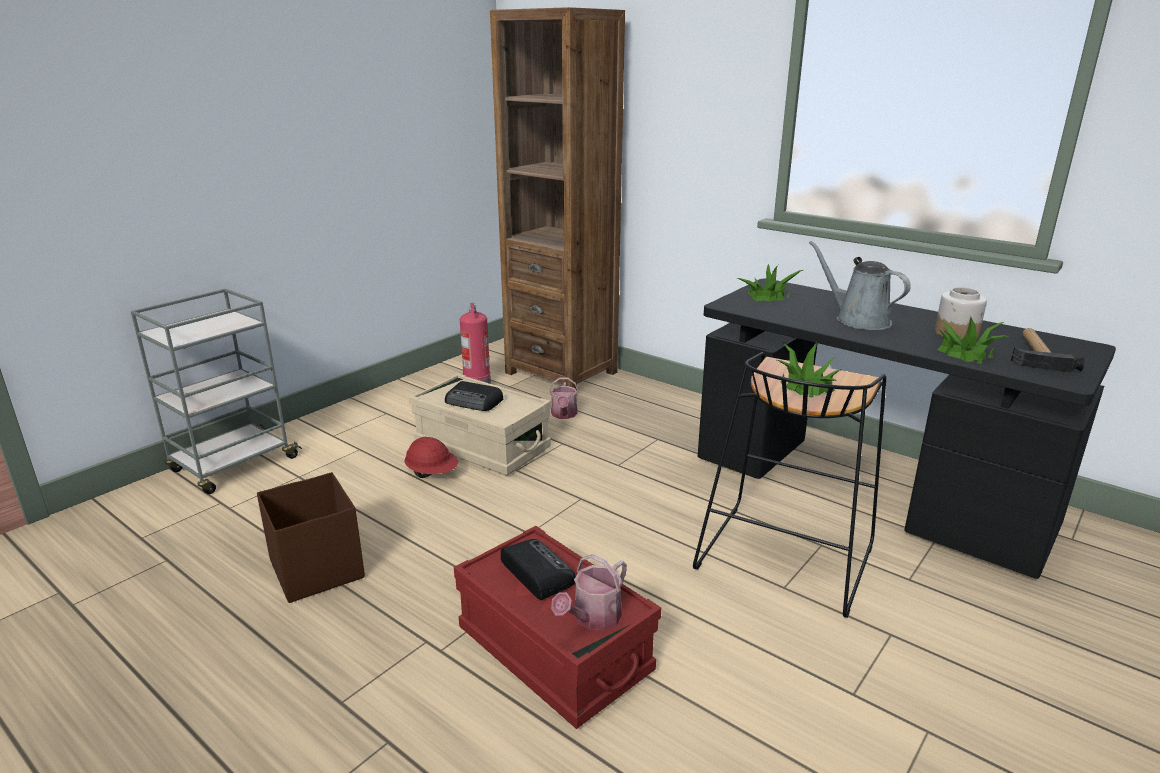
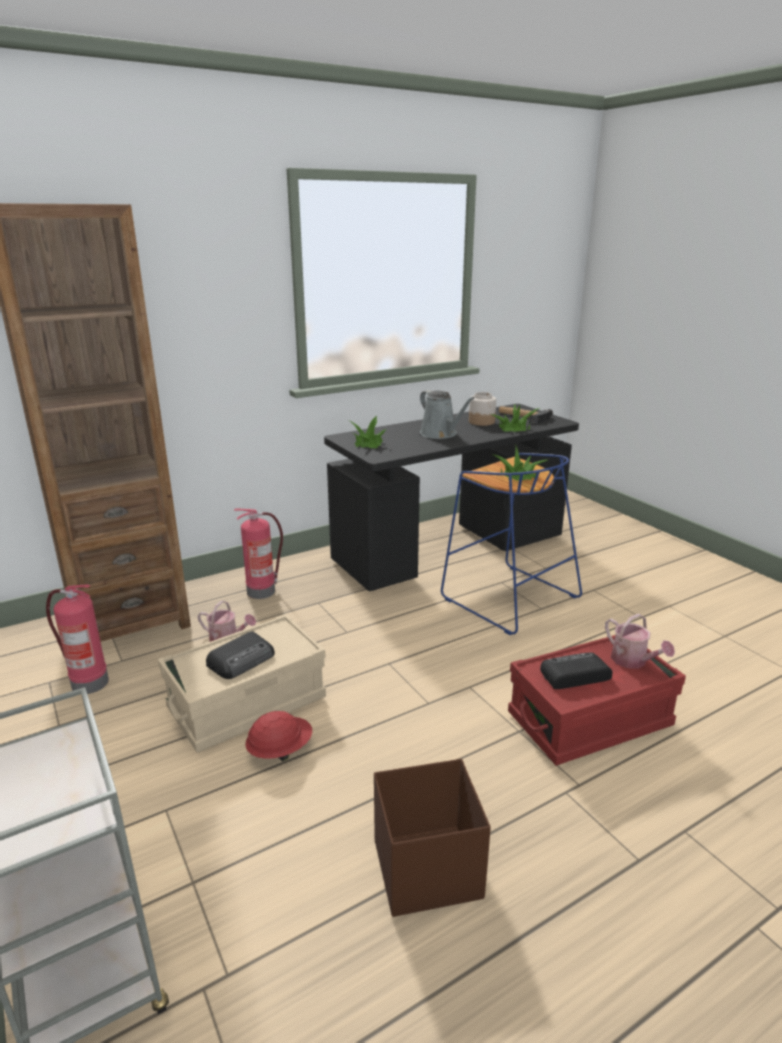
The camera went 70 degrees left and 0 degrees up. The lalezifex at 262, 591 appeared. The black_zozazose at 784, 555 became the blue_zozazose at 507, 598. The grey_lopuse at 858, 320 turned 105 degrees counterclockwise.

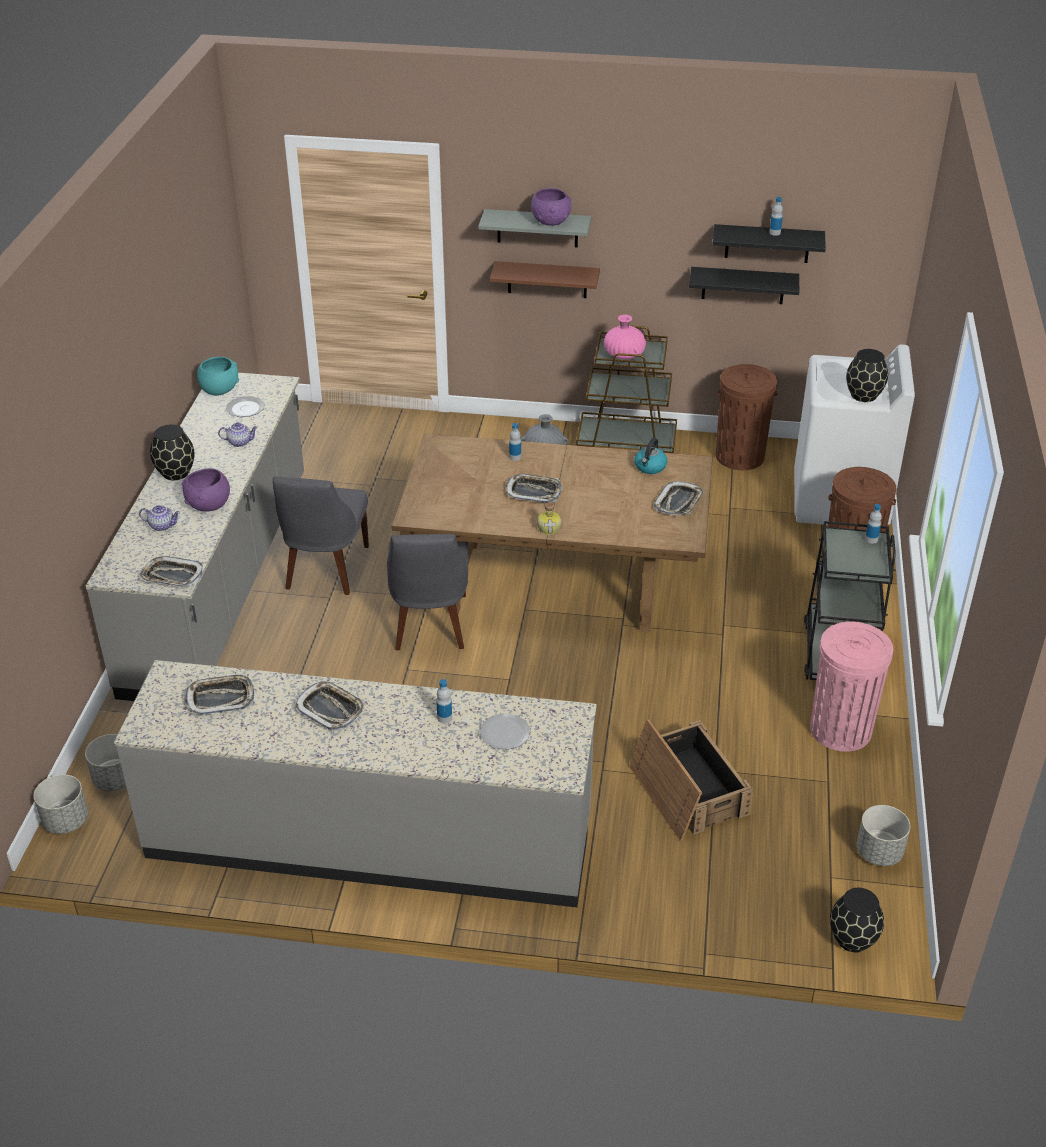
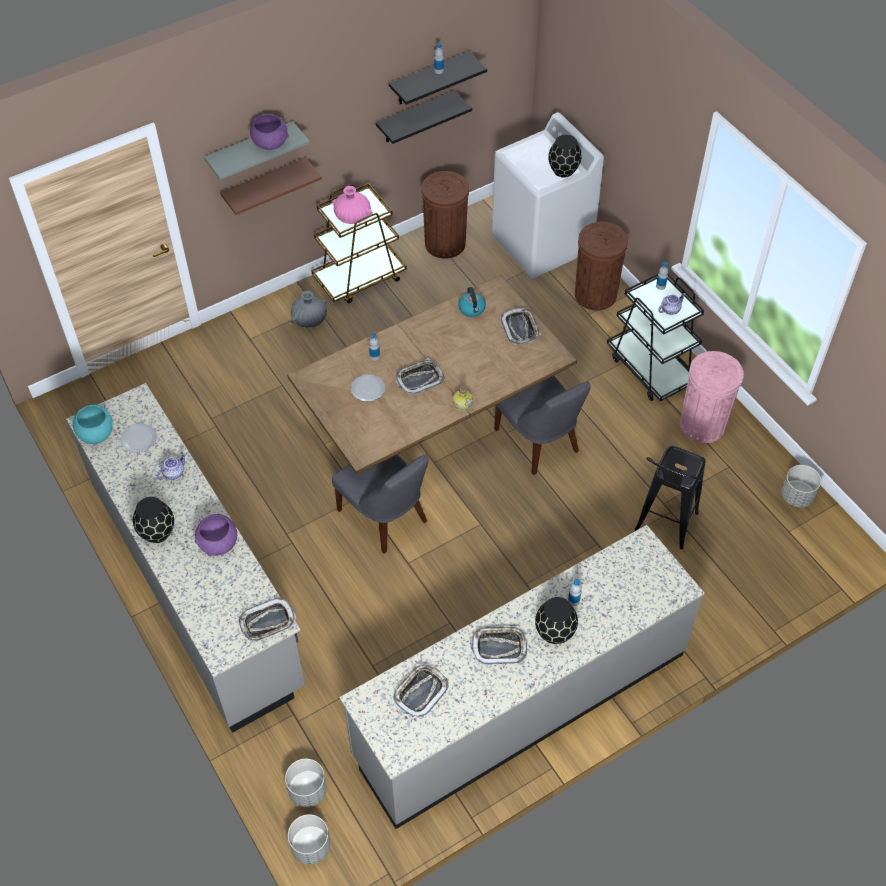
The camera went 40 degrees left and 15 degrees up. The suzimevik moved from 162, 525 to 670, 309. The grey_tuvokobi moved from 325, 570 to 539, 443. The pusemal moved from 505, 733 to 368, 389. The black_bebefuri moved from 852, 940 to 555, 633. The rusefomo at 686, 791 was replaced by the black_zozazose at 662, 530.

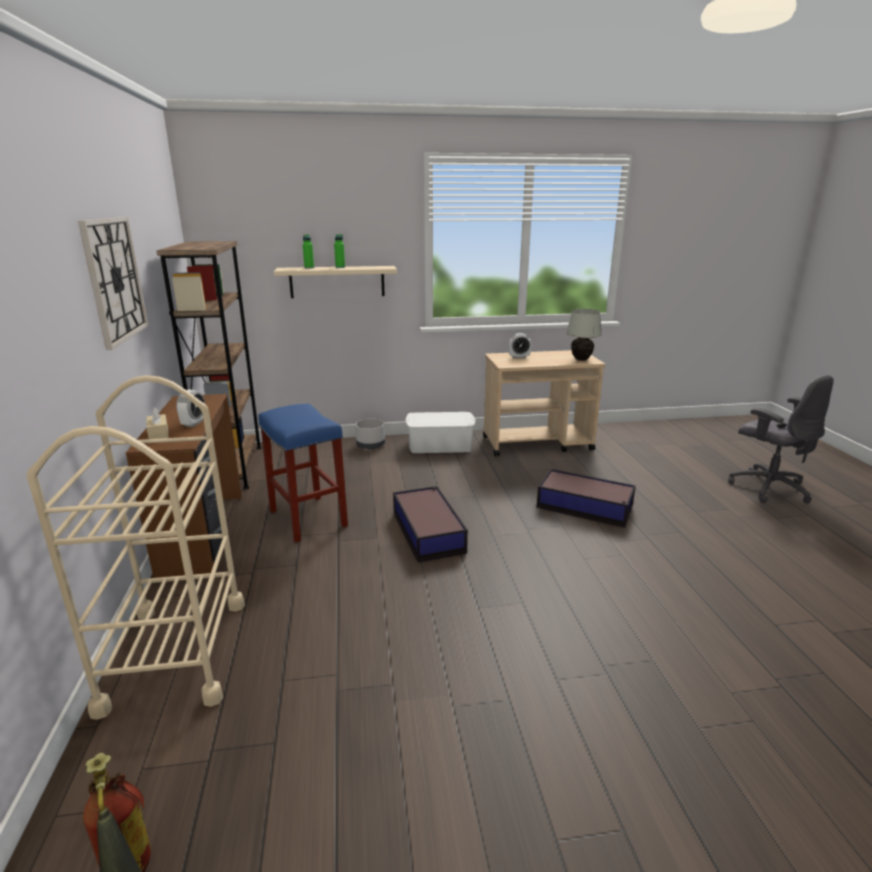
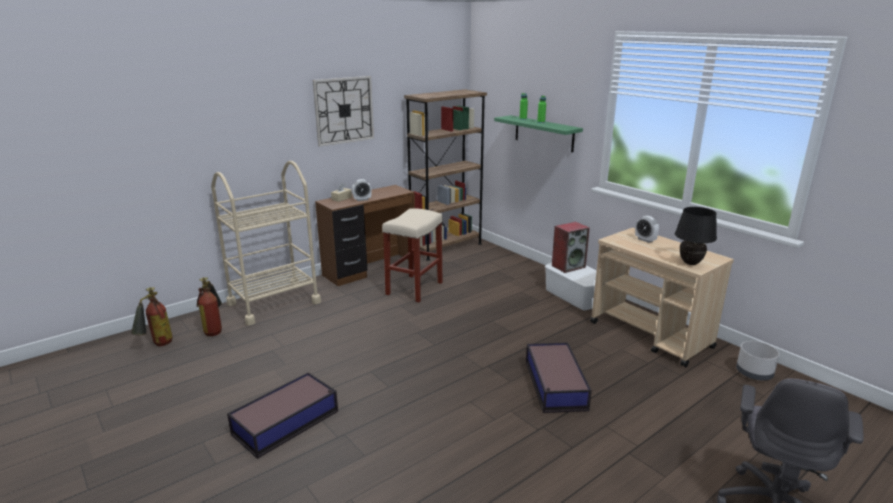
The camera went 60 degrees right and 0 degrees up. The lalezifex at 215, 329 appeared. The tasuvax at 568, 266 appeared. The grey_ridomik moved from 370, 445 to 754, 373. The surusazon moved from 428, 531 to 287, 422. The blue_zozazose at 309, 518 became the beige_zozazose at 414, 289. The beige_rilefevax at 337, 282 became the green_rilefevax at 544, 133. The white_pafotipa at 581, 360 became the black_pafotipa at 690, 263.

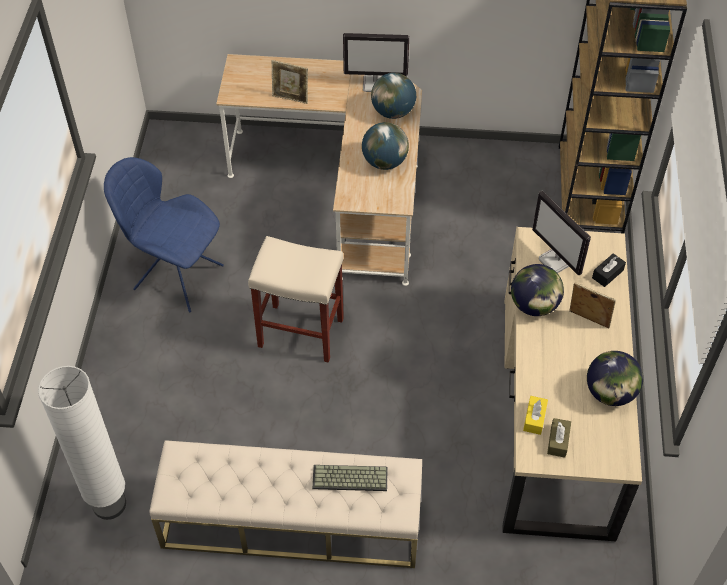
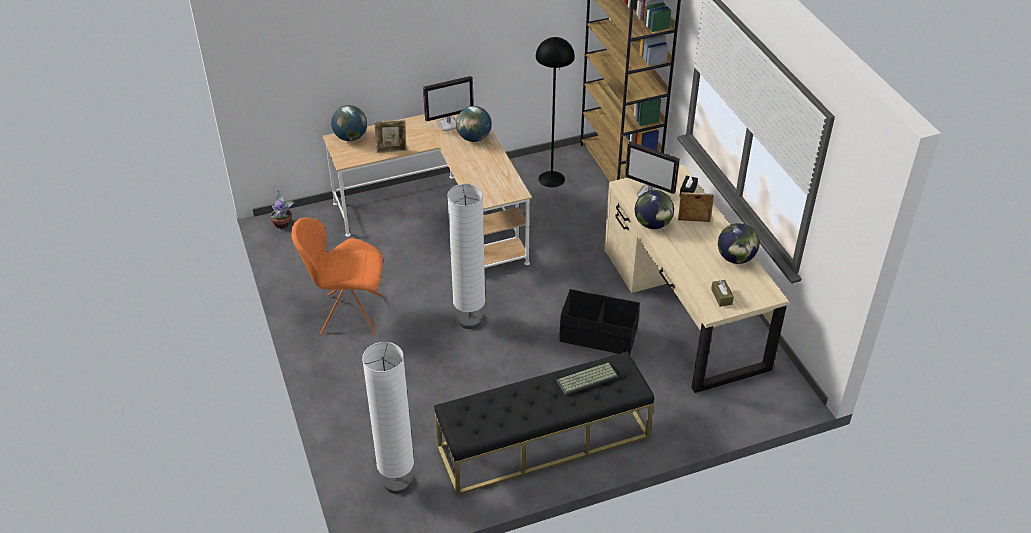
The camera went 25 degrees left and 10 degrees down. The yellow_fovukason at 534, 418 disappeared. The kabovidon at 283, 224 appeared. The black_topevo at 551, 179 appeared. The black_surusazon at 598, 336 appeared. The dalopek moved from 384, 162 to 350, 137. The beige_zozazose at 299, 333 was replaced by the white_topevo at 469, 320. The blue_tuvokobi at 175, 276 became the orange_tuvokobi at 348, 314. The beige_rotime at 291, 522 became the black_rotime at 543, 442.

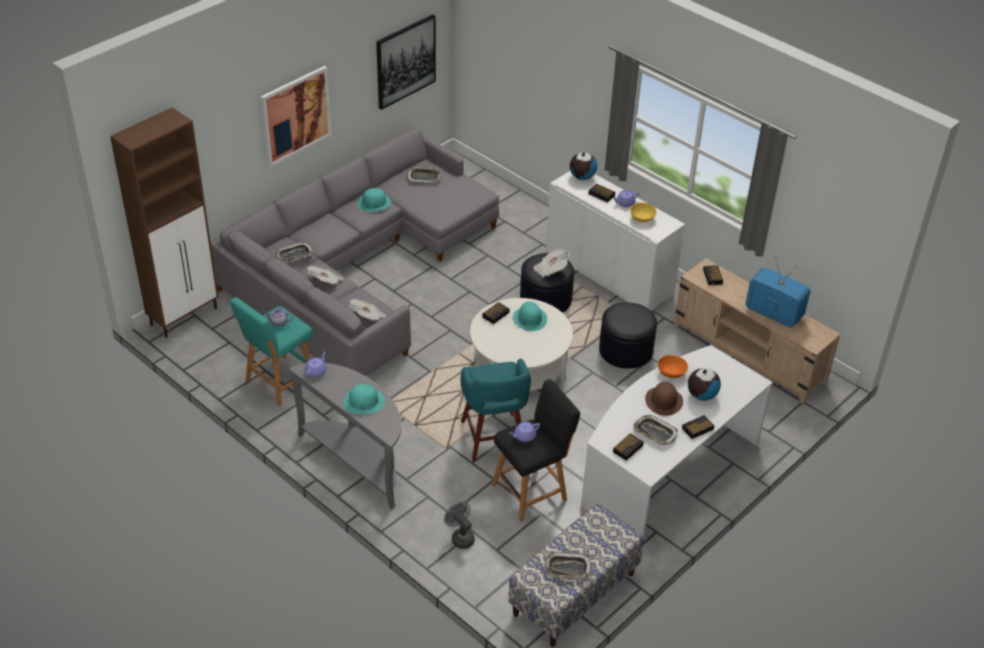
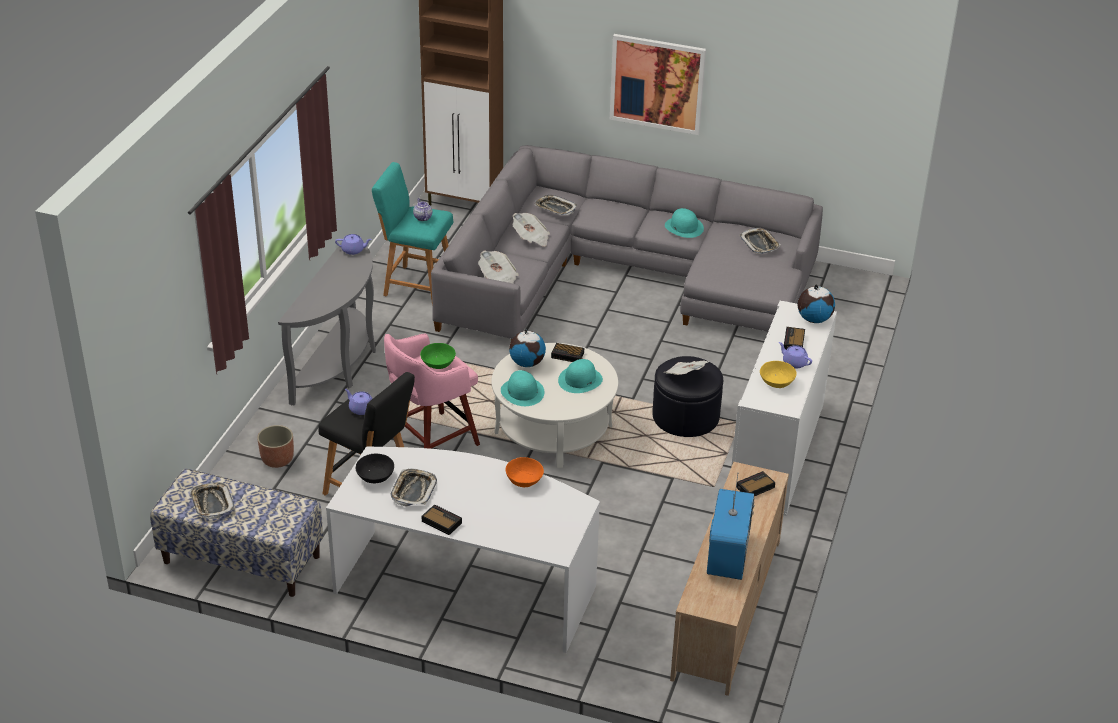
The camera went 65 degrees right and 5 degrees down. The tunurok at 405, 61 disappeared. The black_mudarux at 625, 350 disappeared. The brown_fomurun at 663, 400 disappeared. The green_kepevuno at 438, 364 appeared. The turquoise_fomurun moved from 364, 401 to 522, 392. The dalopek moved from 701, 395 to 527, 363. The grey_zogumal at 460, 537 was replaced by the ridomik at 277, 459. The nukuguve at 628, 448 was replaced by the black_kepevuno at 375, 477. The turquoise_zozazose at 493, 439 became the pink_zozazose at 431, 442.

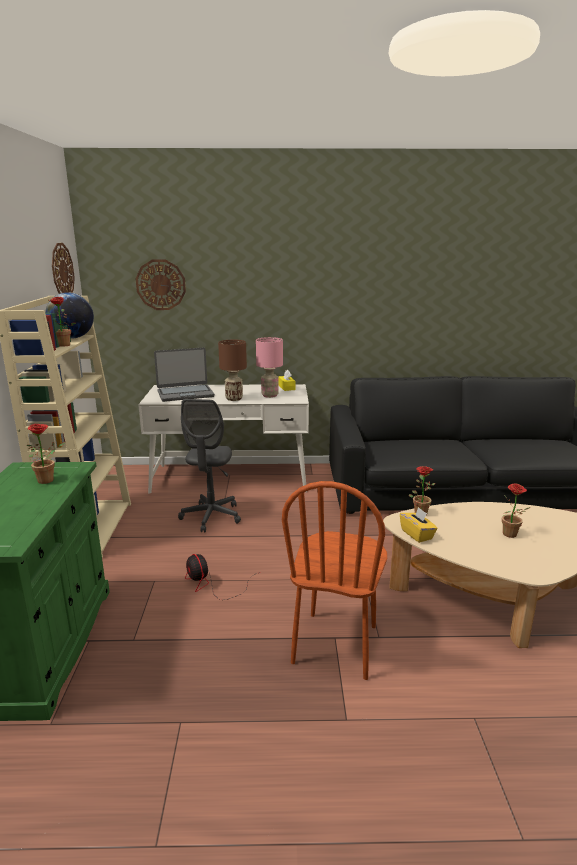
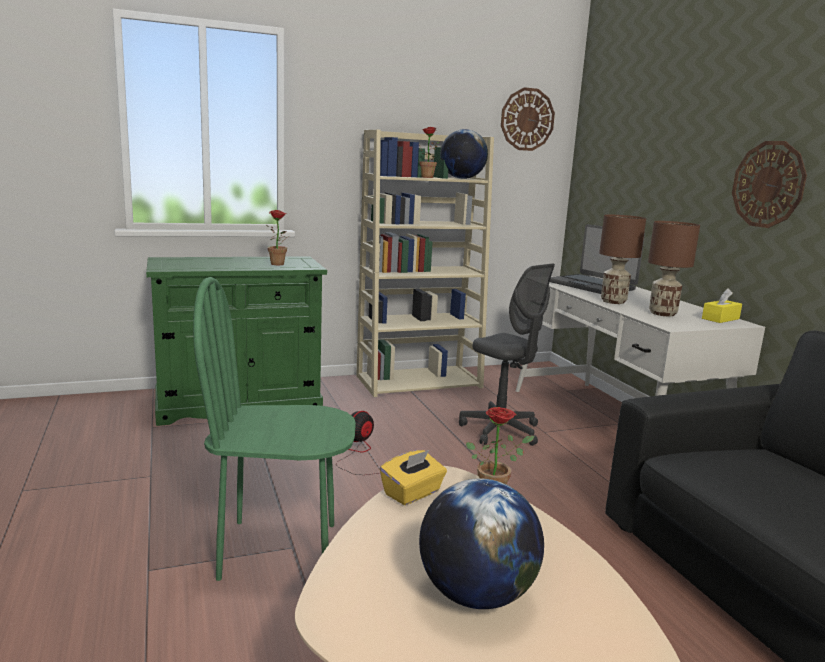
The camera went 70 degrees right and 5 degrees down. The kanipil moved from 161, 285 to 768, 184. The kabovidon at 511, 535 was replaced by the dalopek at 476, 595. The pink_pafotipa at 270, 395 became the brown_pafotipa at 663, 313. The brown_tuvokobi at 336, 644 became the green_tuvokobi at 279, 549. The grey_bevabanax at 211, 516 turned 120 degrees counterclockwise.

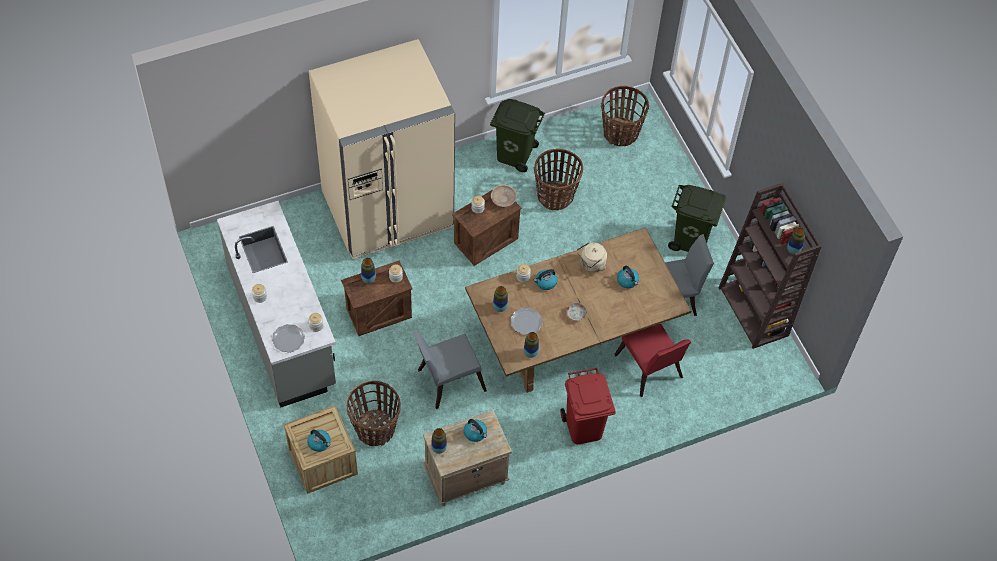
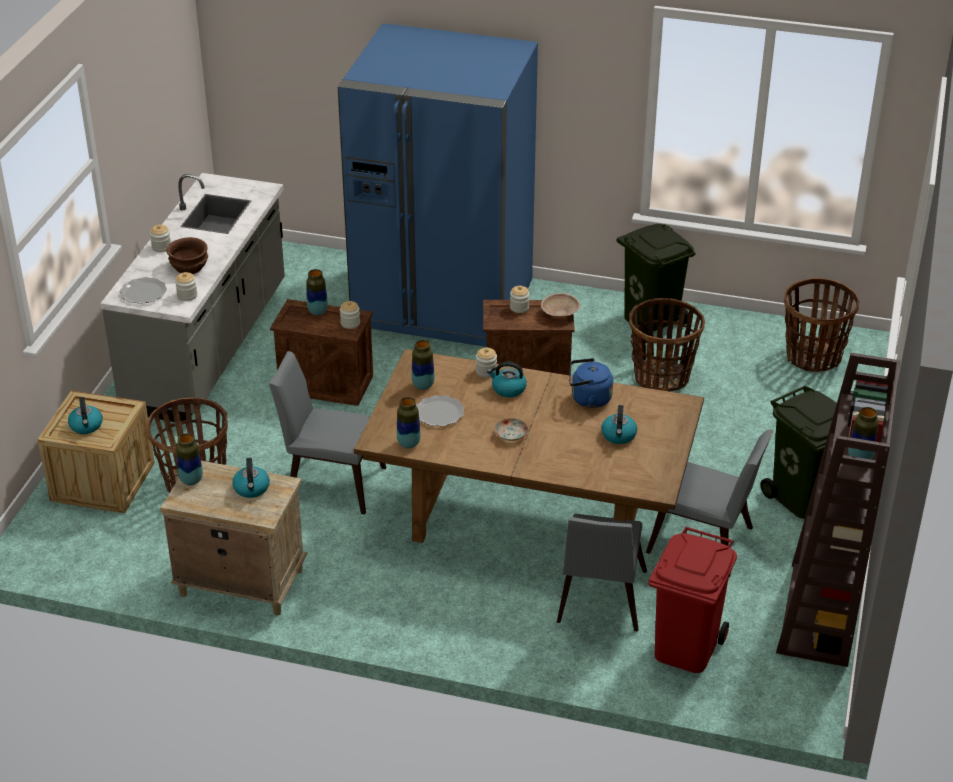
The camera went 40 degrees right and 20 degrees down. The brown_kepevuno at 190, 267 appeared. The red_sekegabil moved from 583, 427 to 684, 648. The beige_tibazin at 387, 210 became the blue_tibazin at 443, 303. The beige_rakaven at 591, 264 became the blue_rakaven at 588, 399. The red_tuvokobi at 649, 370 became the grey_tuvokobi at 599, 601.

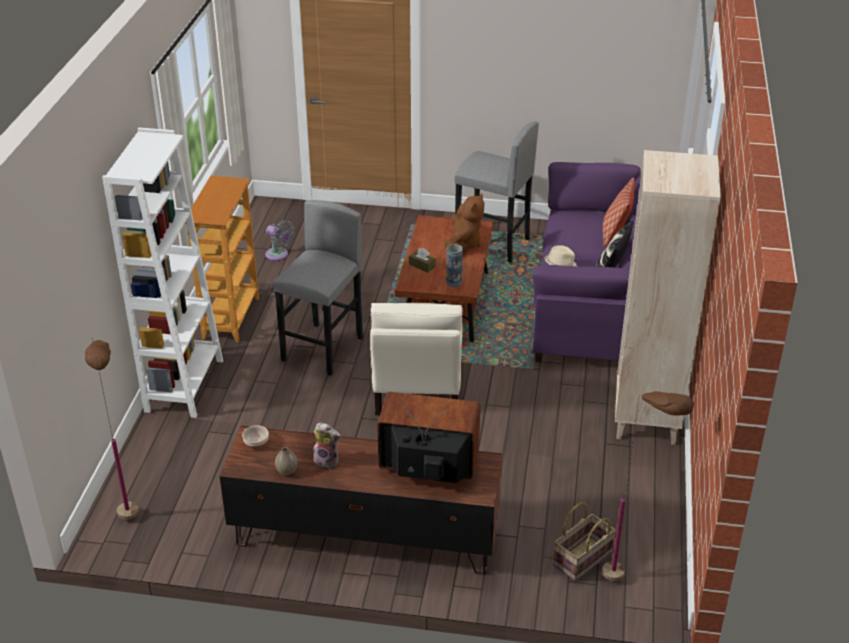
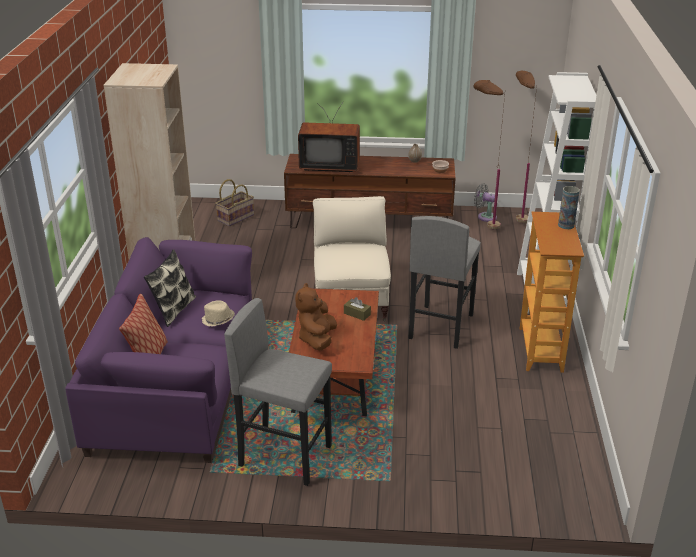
The camera went 175 degrees right and 5 degrees down. The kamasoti at 327, 460 disappeared. The grey_zogumal moved from 279, 255 to 485, 216. The bebefuri moved from 454, 282 to 566, 225. The brown_topevo moved from 631, 582 to 481, 227.

